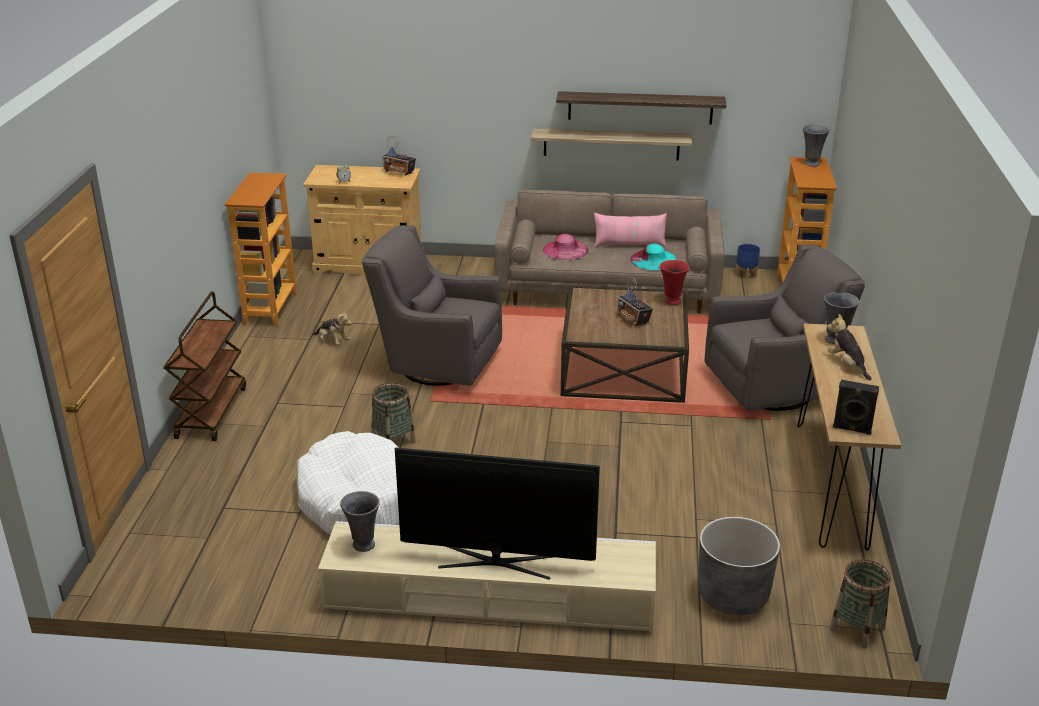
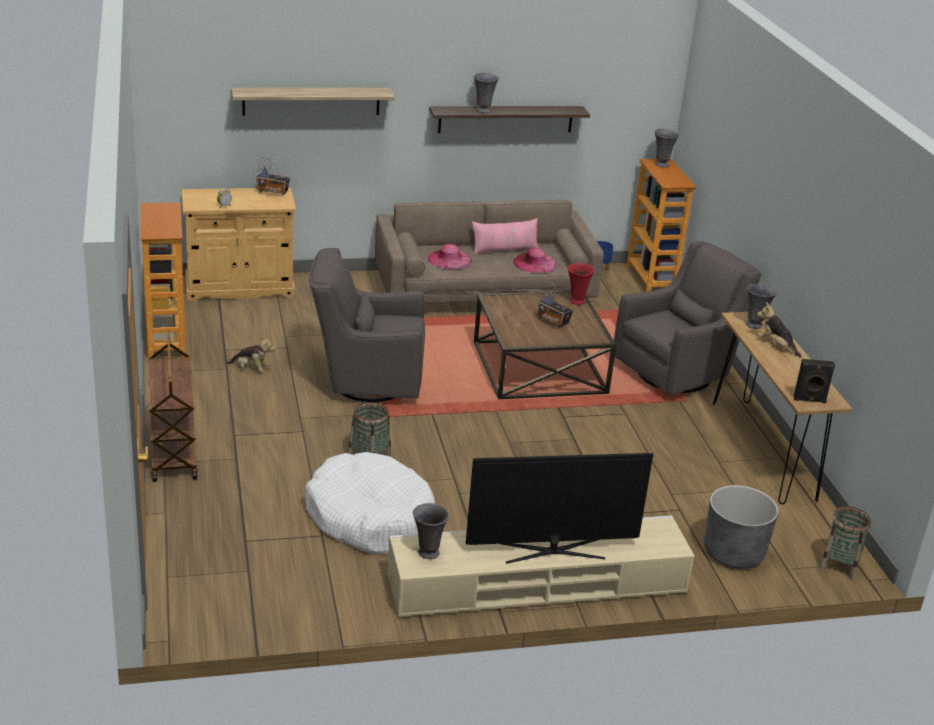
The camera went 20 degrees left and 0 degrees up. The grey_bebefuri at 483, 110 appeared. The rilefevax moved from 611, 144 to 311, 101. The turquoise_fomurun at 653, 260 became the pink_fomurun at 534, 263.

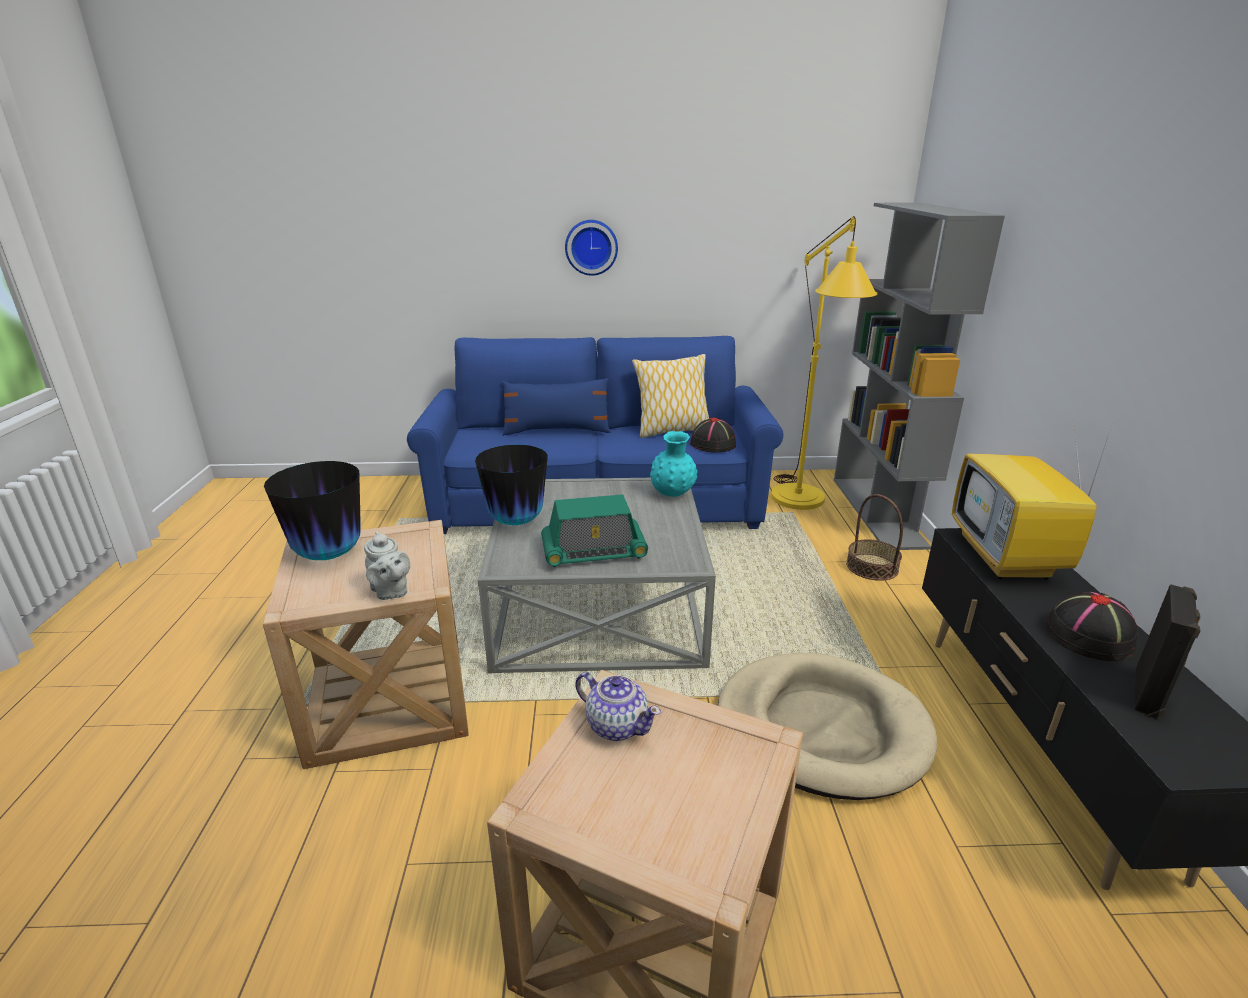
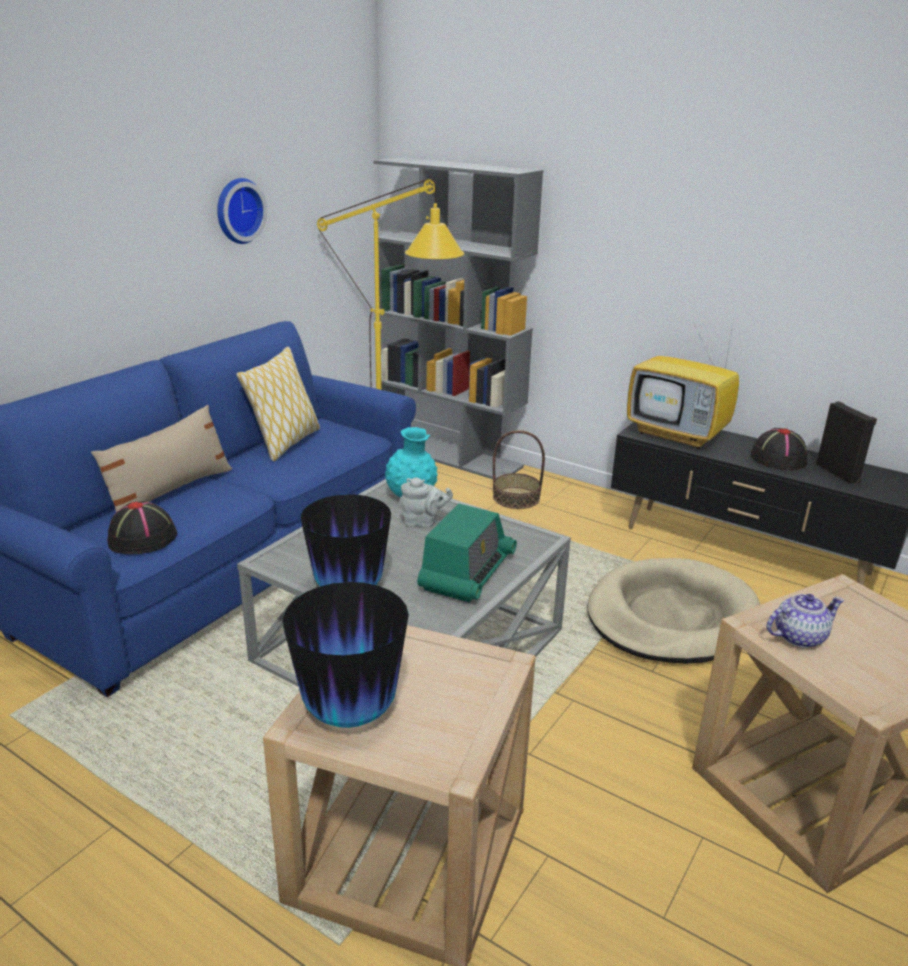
The camera went 55 degrees left and 0 degrees up. The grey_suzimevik moved from 390, 592 to 423, 523. The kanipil moved from 591, 247 to 238, 210. The black_fomurun moved from 713, 444 to 143, 538. The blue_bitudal at 557, 431 became the beige_bitudal at 170, 492.

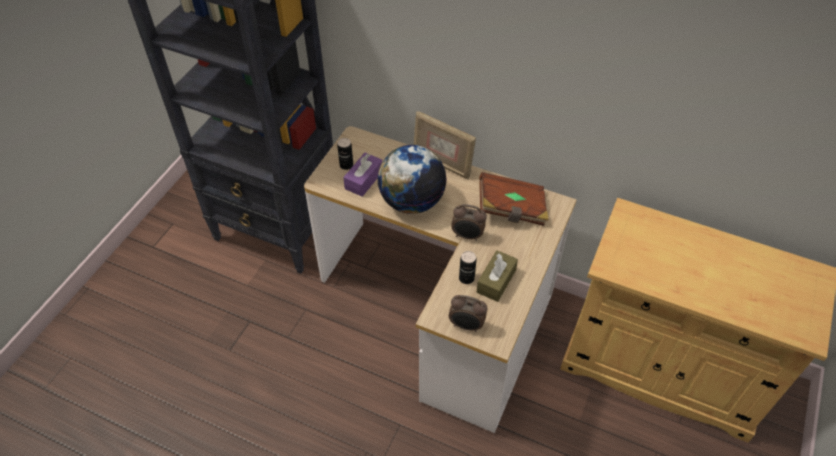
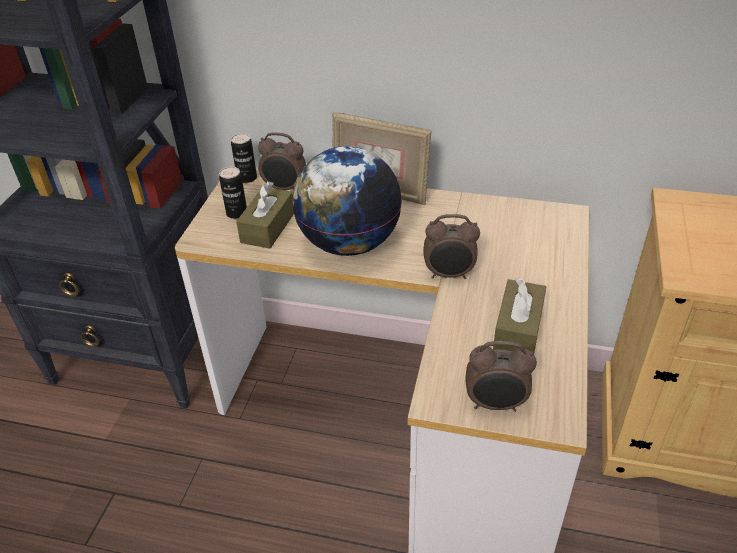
The camera went 10 degrees left and 10 degrees down. The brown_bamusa at 511, 209 disappeared. The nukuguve at 284, 189 appeared. The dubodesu moved from 466, 278 to 247, 178. The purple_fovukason at 364, 180 became the brown_fovukason at 268, 227.

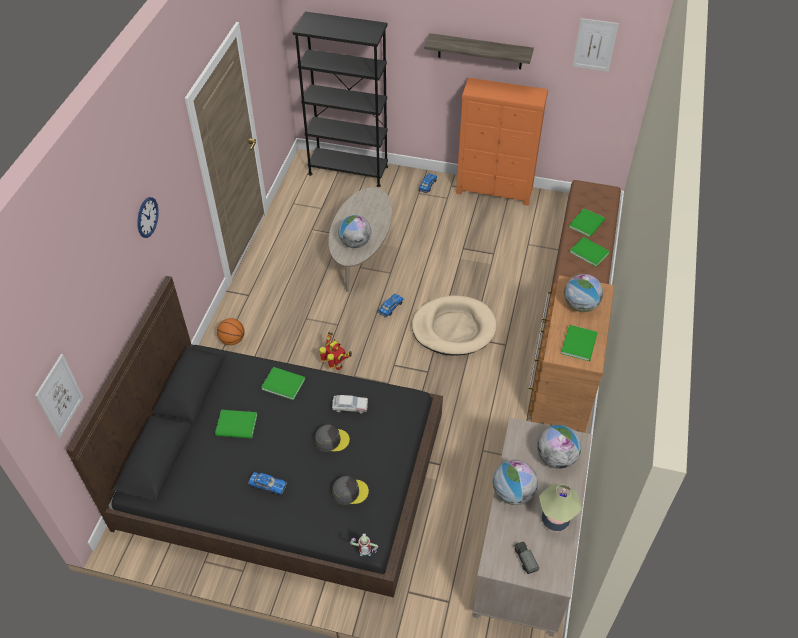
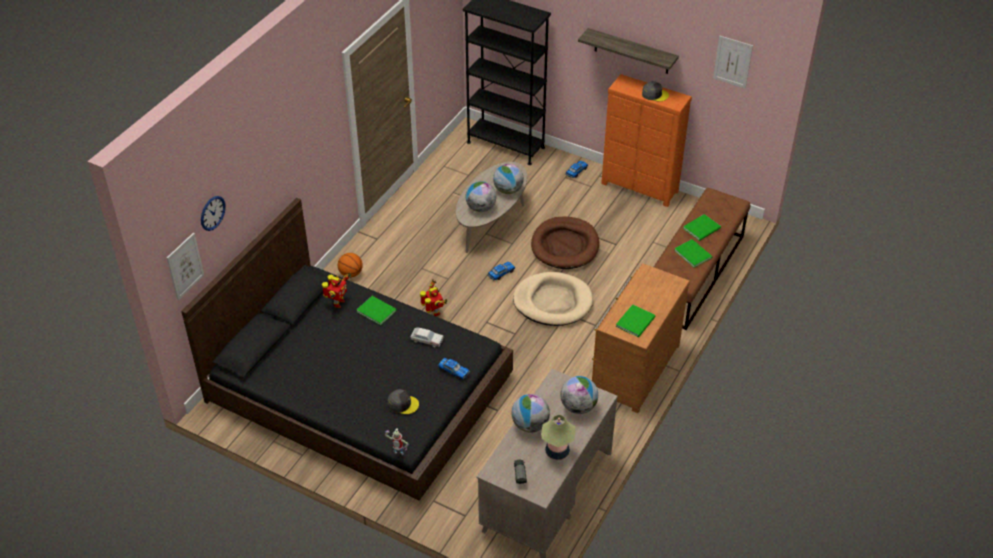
The camera went 15 degrees right and 5 degrees down. The green_bamusa at 237, 426 disappeared. The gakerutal at 338, 303 appeared. The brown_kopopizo at 565, 246 appeared. The kanipil moved from 147, 217 to 212, 213. The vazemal moved from 267, 485 to 453, 371. The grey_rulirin moved from 331, 440 to 654, 94. The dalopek moved from 580, 305 to 508, 190.

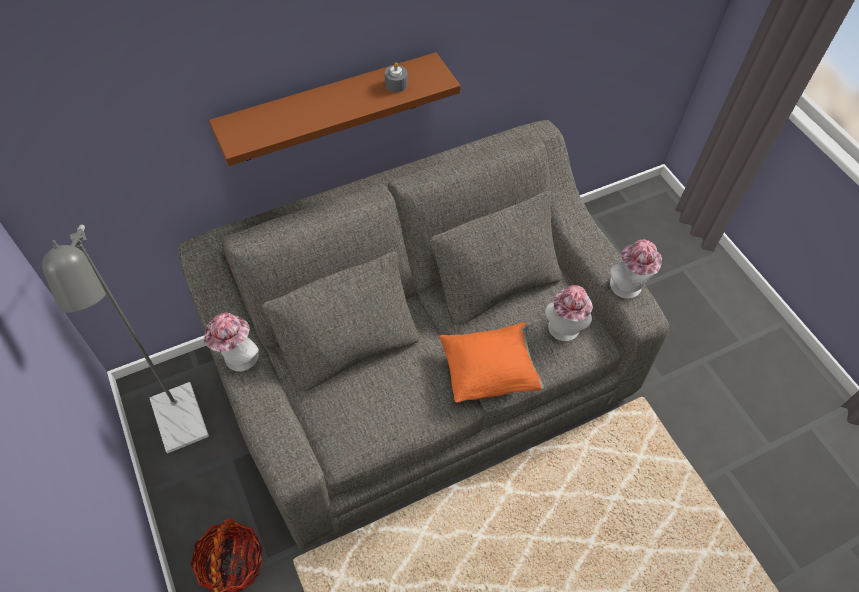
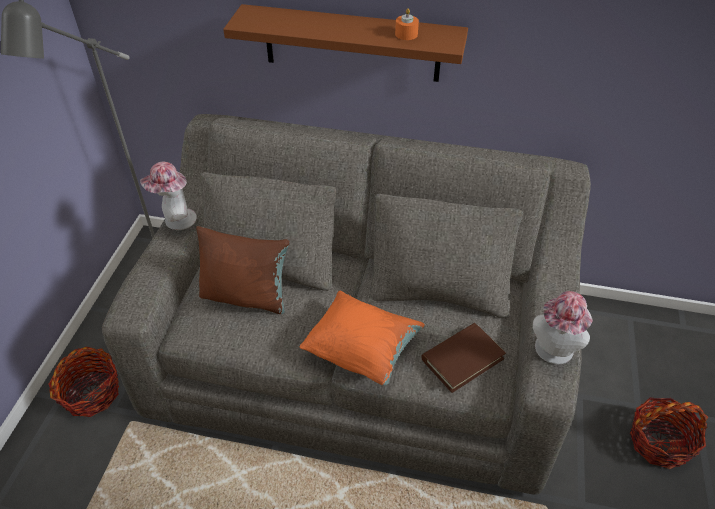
The camera went 40 degrees right and 10 degrees down. The brown_bitudal at 246, 296 appeared. The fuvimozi at 659, 442 appeared. The fomurun at 563, 331 was replaced by the brown_bamusa at 462, 359. The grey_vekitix at 396, 84 became the orange_vekitix at 406, 34.

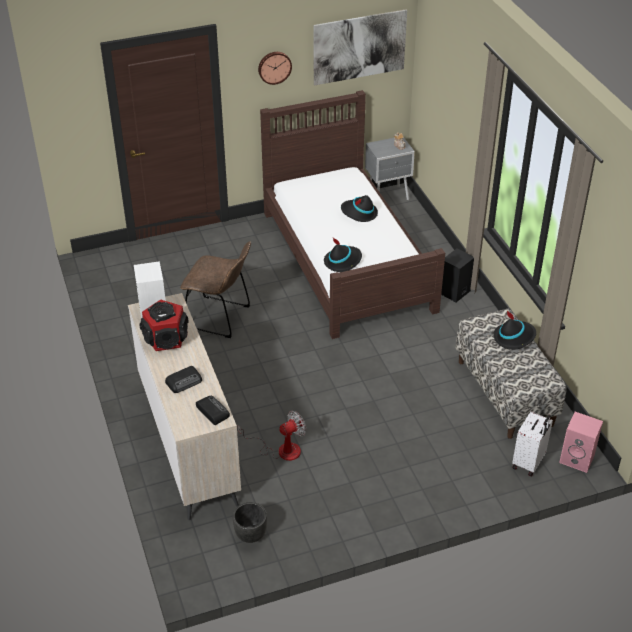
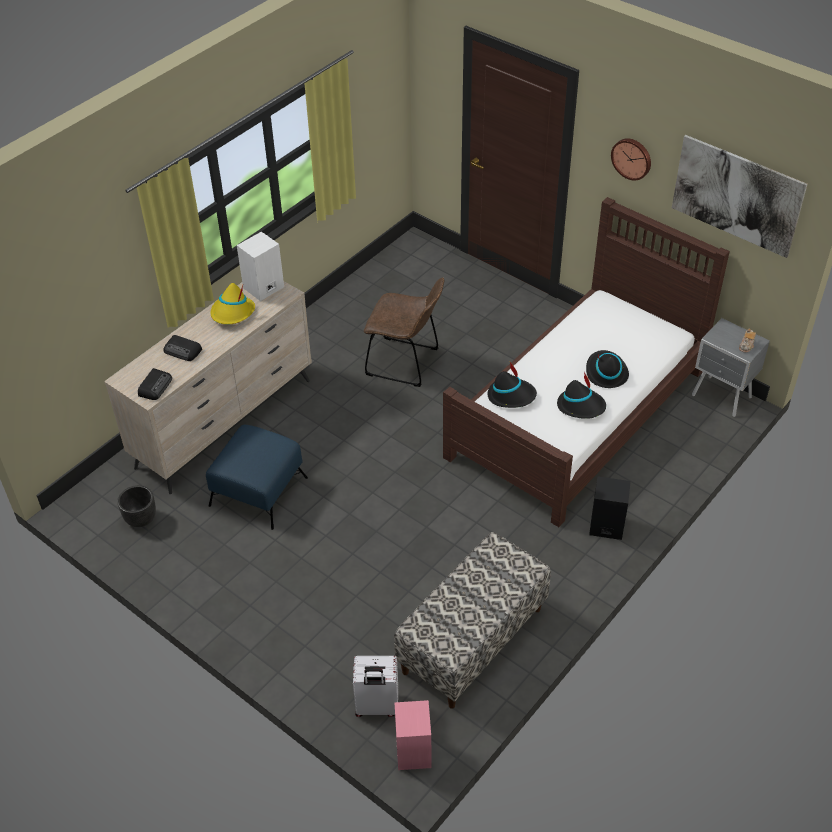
The camera went 60 degrees right and 5 degrees up. The black_fomurun moved from 514, 337 to 581, 406. The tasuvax at 166, 338 was replaced by the yellow_fomurun at 232, 313. The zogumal at 281, 450 was replaced by the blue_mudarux at 259, 491. The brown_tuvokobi at 220, 318 turned 60 degrees counterclockwise.

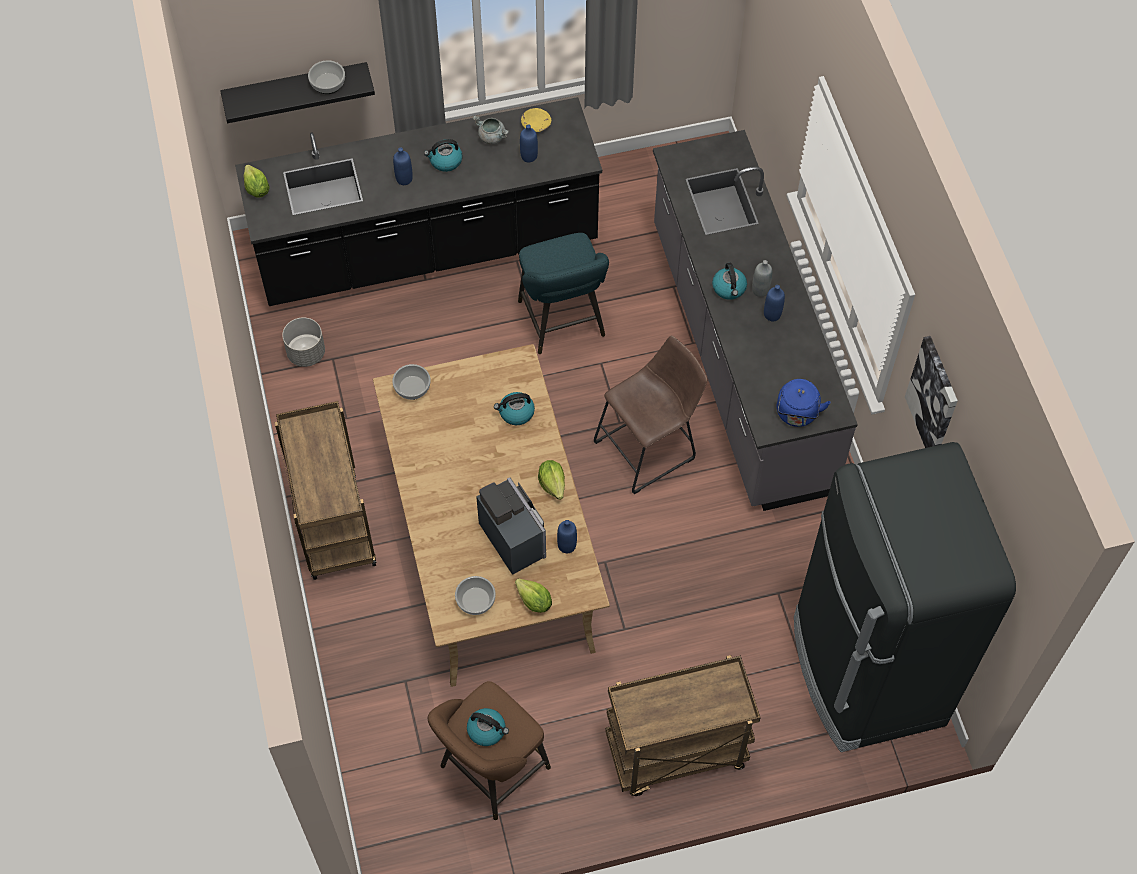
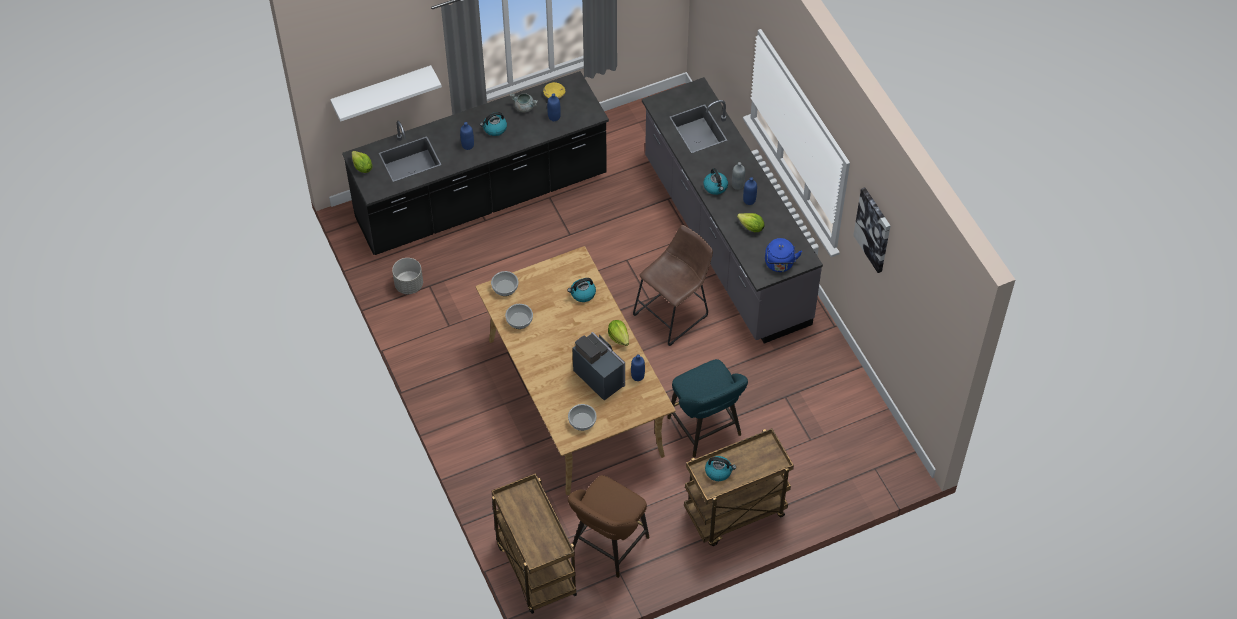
The camera went 10 degrees left and 5 degrees down. The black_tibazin at 866, 672 disappeared. The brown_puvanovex moved from 332, 523 to 534, 568. The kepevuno moved from 328, 83 to 519, 320. The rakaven moved from 487, 730 to 719, 471. The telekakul moved from 534, 601 to 751, 227. The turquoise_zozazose moved from 563, 323 to 706, 430. The black_rilefevax at 296, 88 became the white_rilefevax at 382, 91.

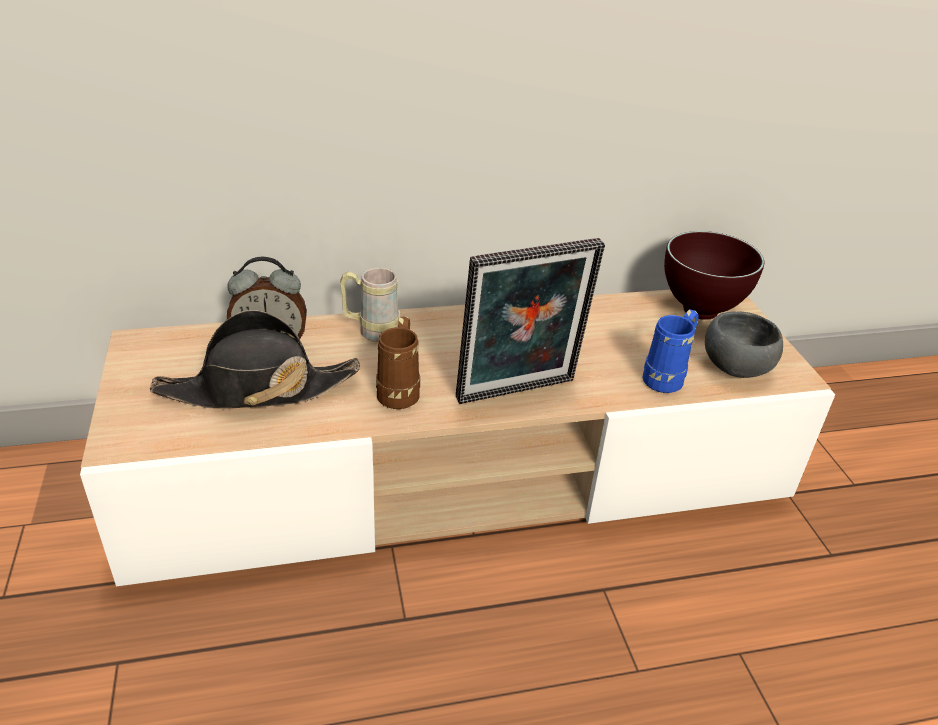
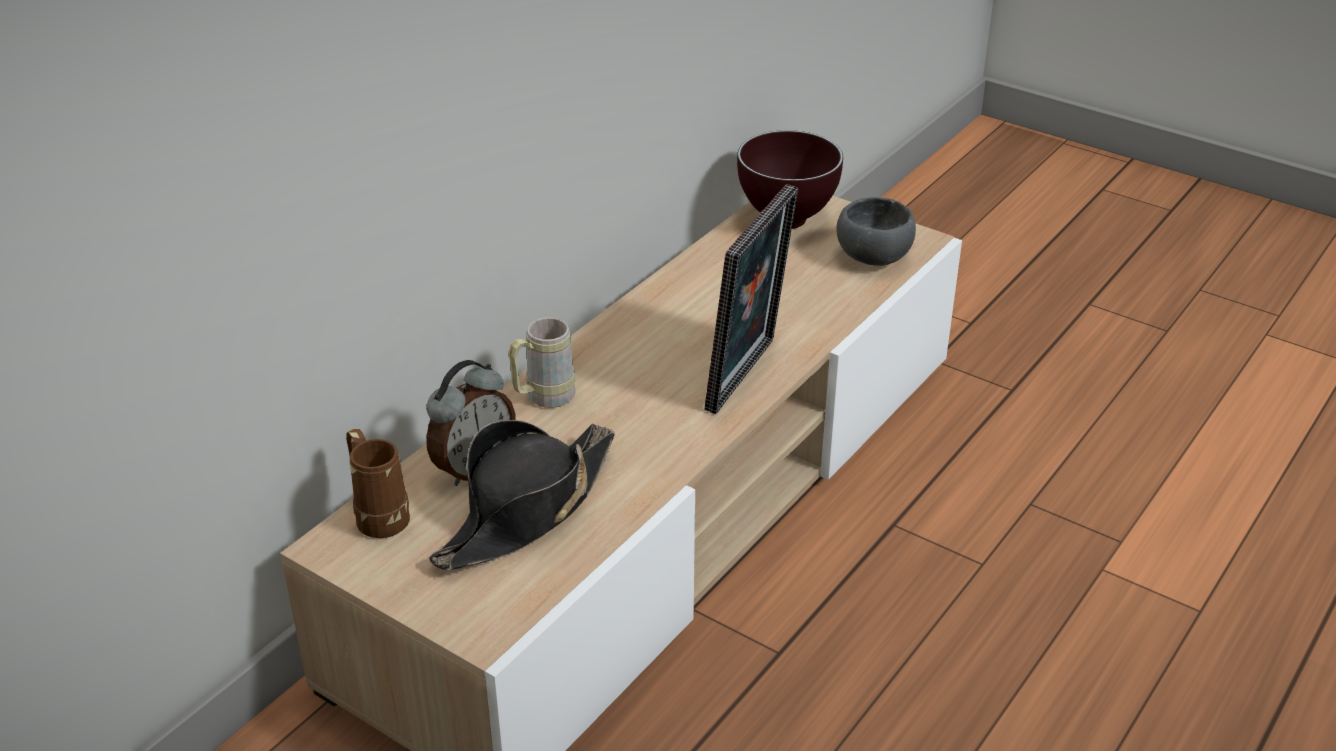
The camera went 40 degrees left and 0 degrees up. The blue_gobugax at 667, 377 disappeared. The brown_gobugax moved from 400, 390 to 378, 515.

